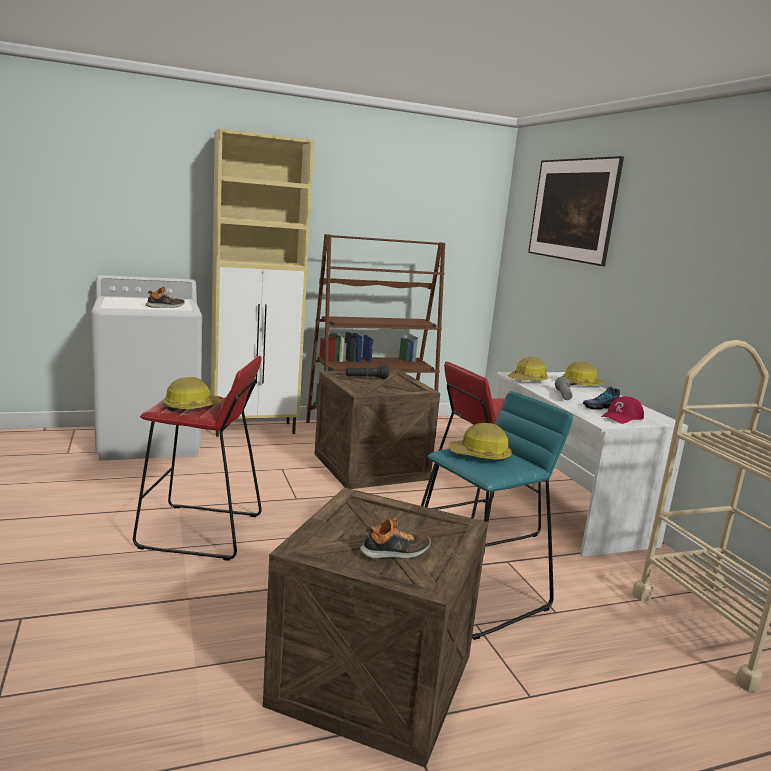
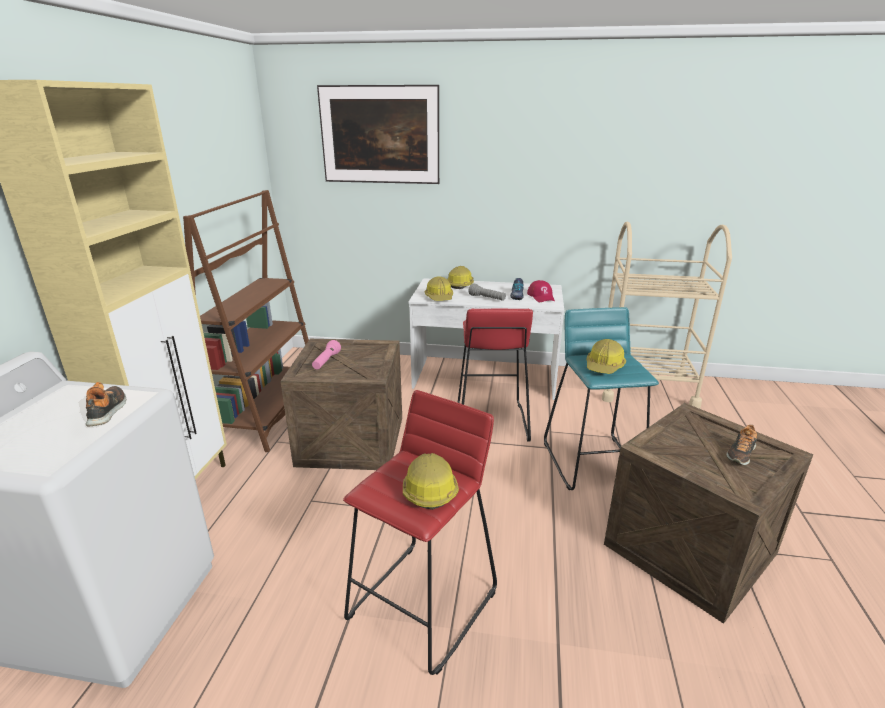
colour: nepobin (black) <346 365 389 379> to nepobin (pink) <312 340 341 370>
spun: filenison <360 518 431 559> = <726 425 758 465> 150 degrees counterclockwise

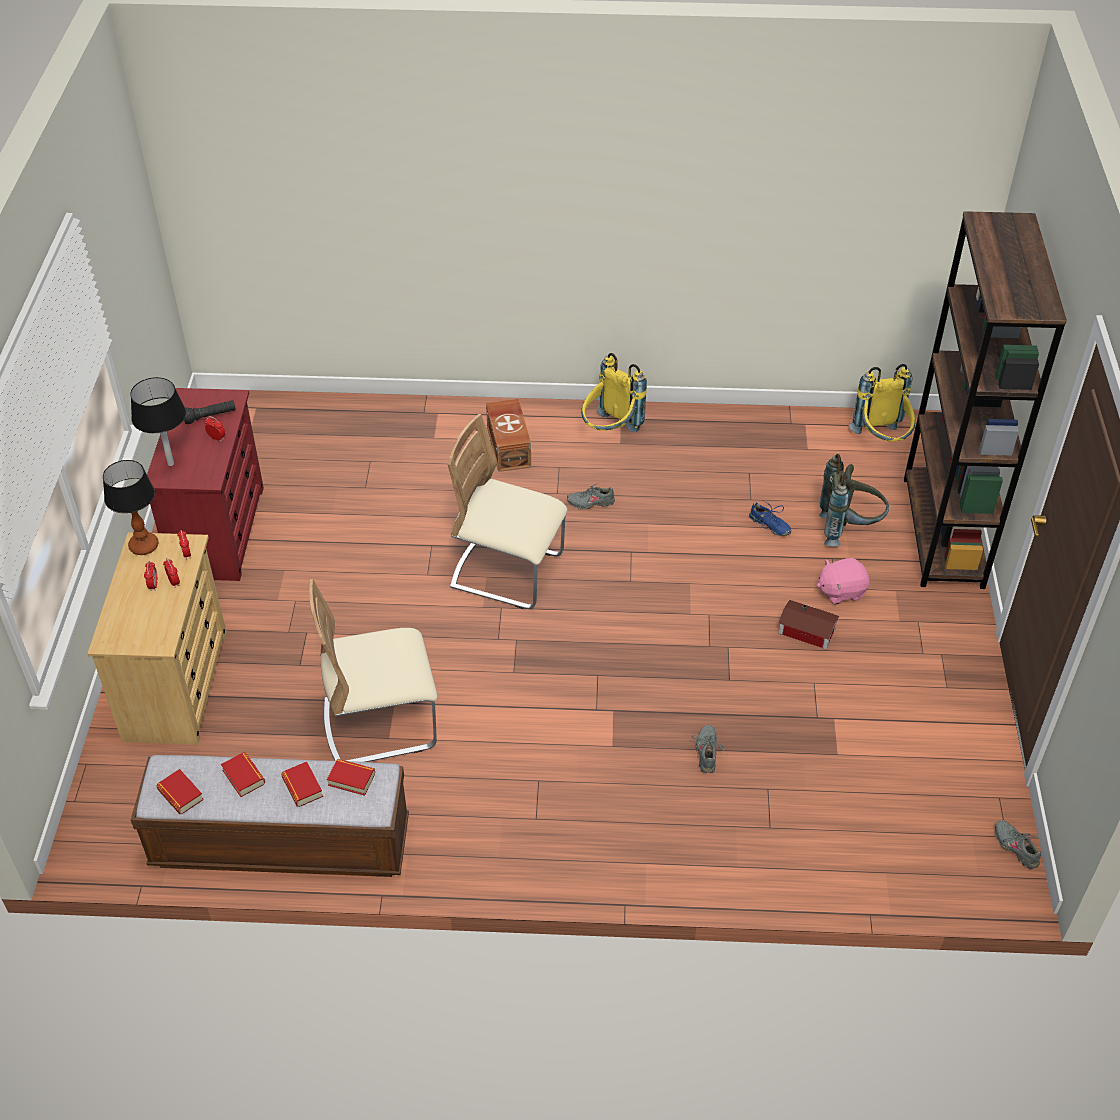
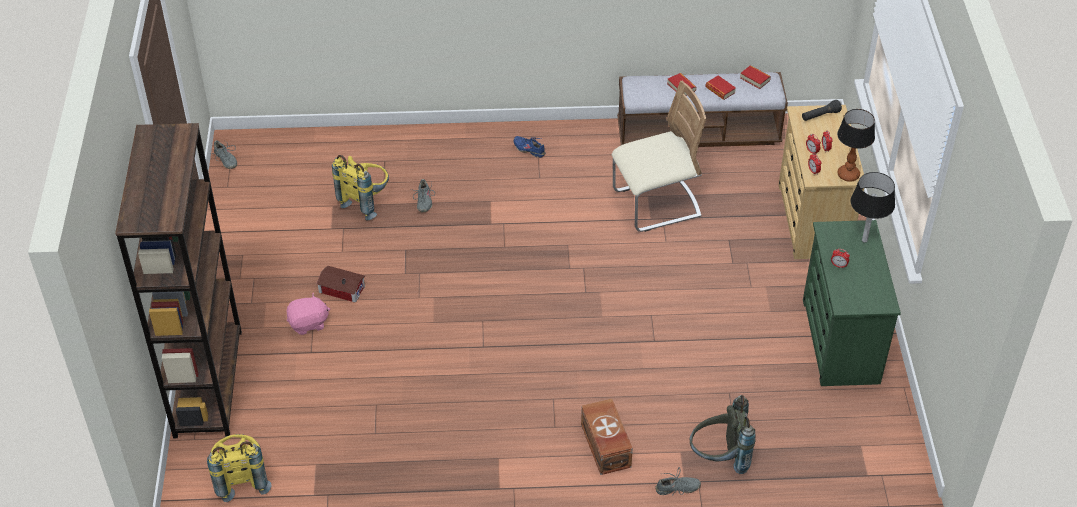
missing: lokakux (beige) <447 414 568 609>; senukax <327 759 375 796>
relocated: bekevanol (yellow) <581 353 647 432> to <332 155 389 221>; nepobin (black) <184 400 236 425> to <802 100 842 121>; bekevanol (grey) <819 454 889 546> to <690 395 756 474>; filenison (grey) <567 483 615 509> to <655 467 701 496>; filenison (blue) <749 501 792 536> to <513 136 546 158>
colour: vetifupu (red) <147 388 264 581> to vetifupu (green) <803 220 901 386>

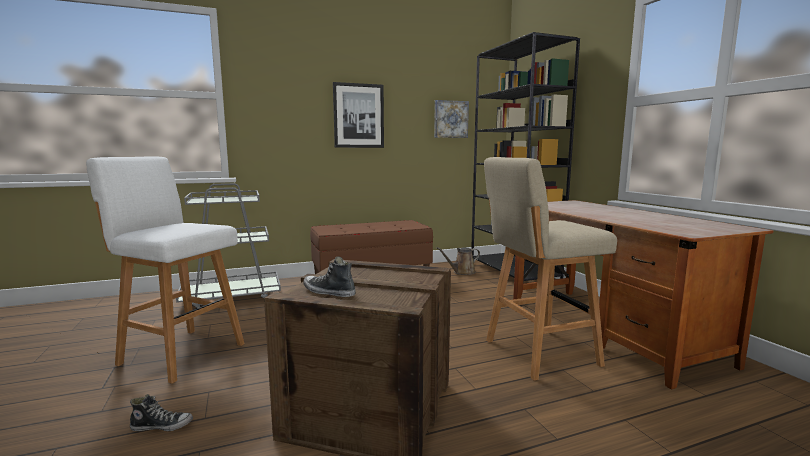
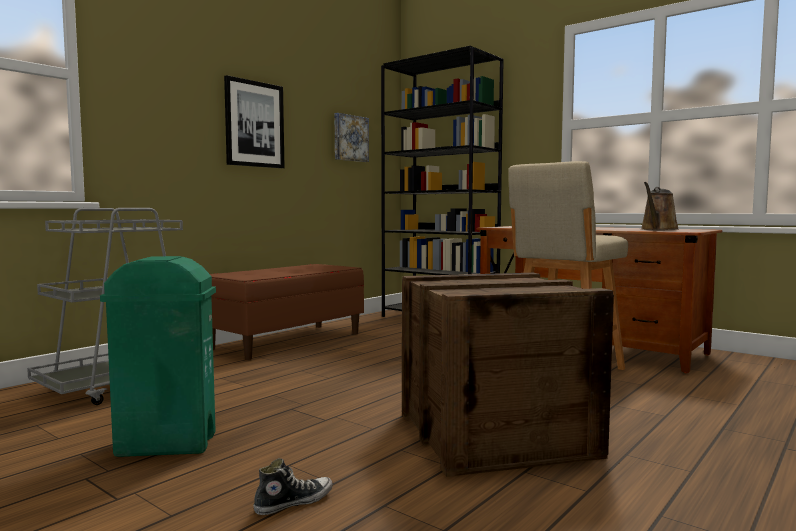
missing: filenison <303 256 356 297>
relocated: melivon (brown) <437 247 480 275> to <641 182 678 230>
exchanged: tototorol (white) <86 156 245 384> to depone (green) <100 256 216 457>

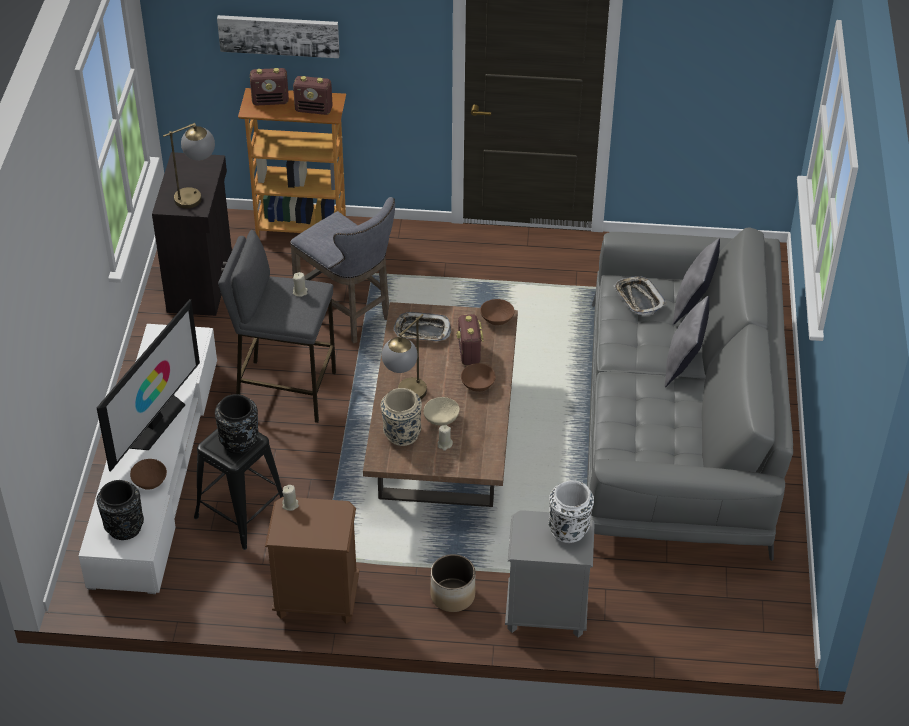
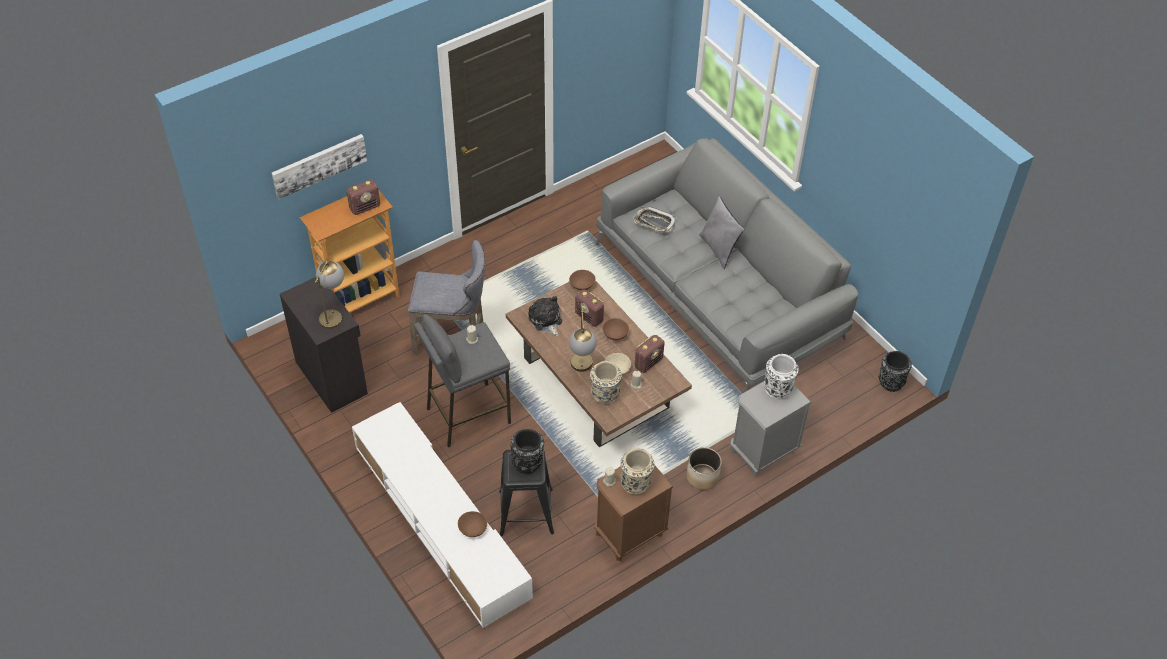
missing: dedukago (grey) <673 238 720 325>; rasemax <97 299 200 472>
appeared: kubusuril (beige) <620 448 654 495>
relocated: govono <250 68 289 105> to <635 335 664 373>; kubusuril (black) <97 480 144 540> to <879 351 912 392>
exchanged: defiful <394 312 451 342> to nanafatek <528 296 562 336>

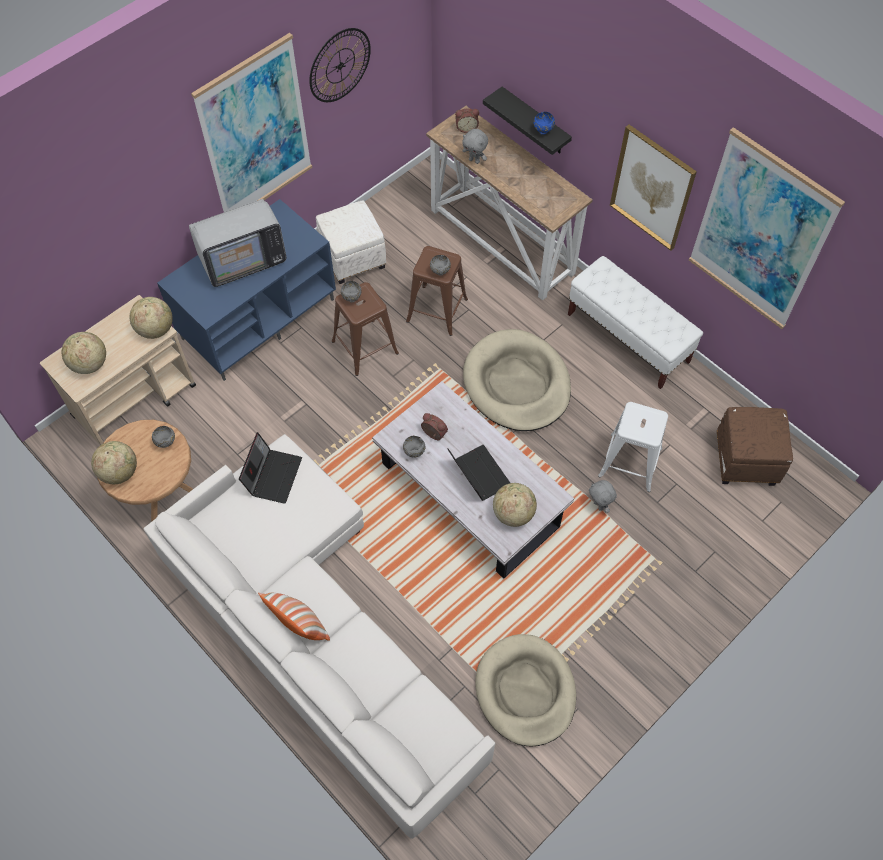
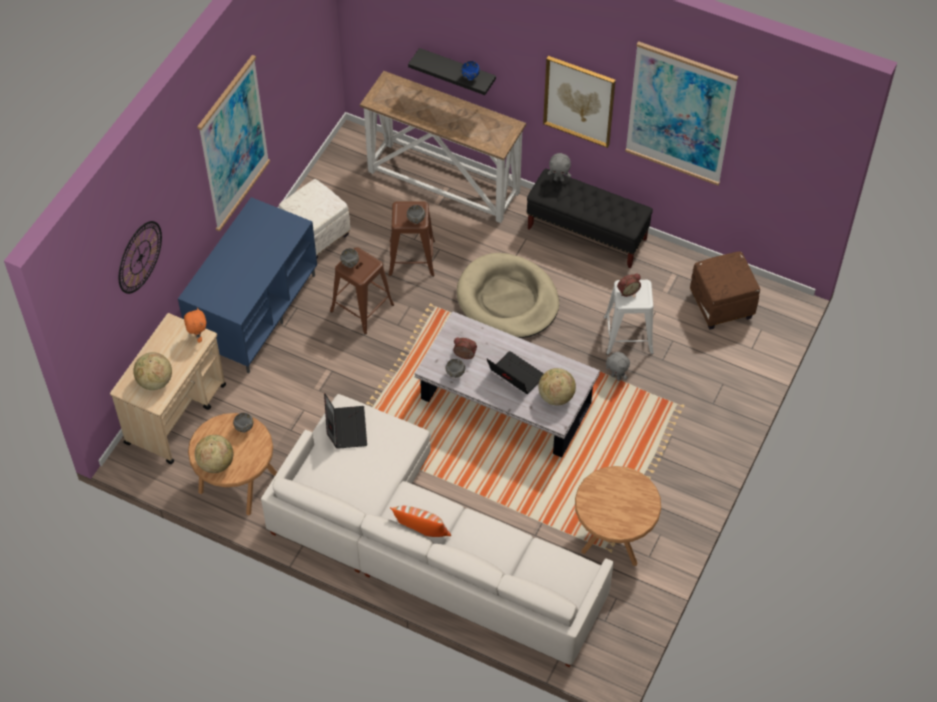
missing: rasemax <189 199 287 287>
relocated: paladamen <309 28 371 102> to <119 221 162 294>; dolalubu <455 108 479 133> to <617 274 641 297>; nanafatek (grey) <462 129 488 164> to <547 153 571 182>
exchanged: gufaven <129 297 173 339> to nanafatek (orange) <184 307 206 343>; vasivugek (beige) <475 634 576 747> to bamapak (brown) <575 466 661 566>
colour: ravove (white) <568 256 703 389> to ravove (black) <526 169 653 268>

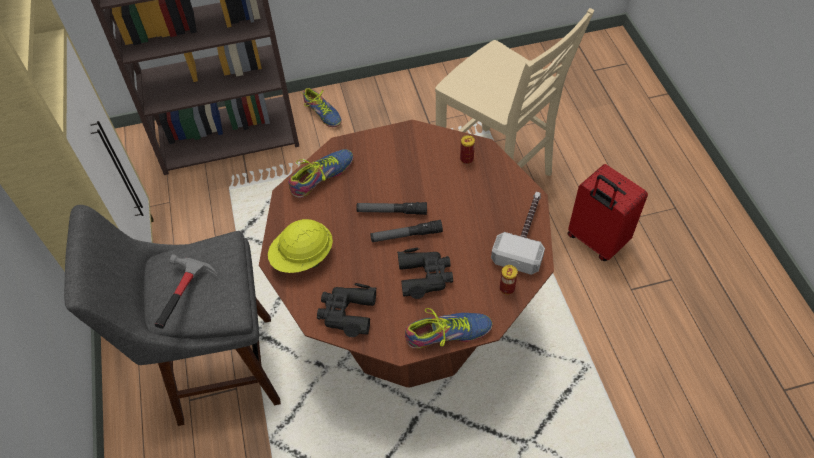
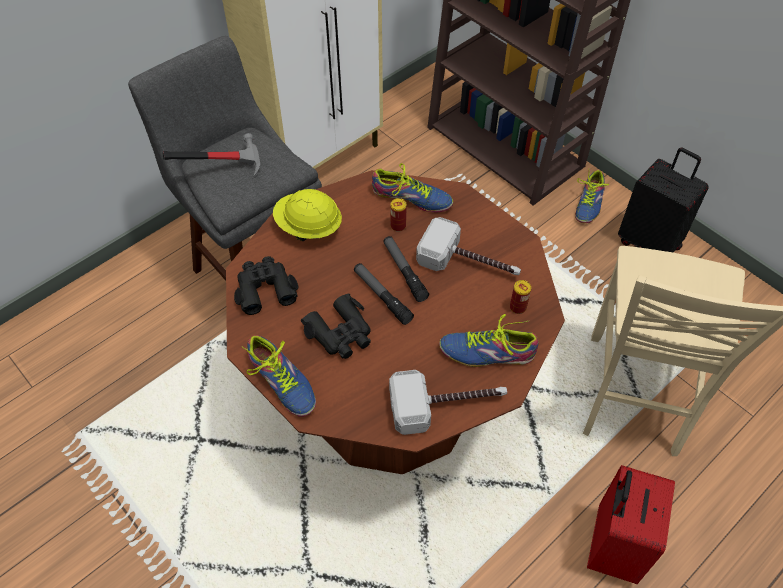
appeared: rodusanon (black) <618 147 709 252>; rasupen <416 217 521 275>; filenison <439 314 538 367>
relocated: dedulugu <500 265 518 295> to <390 198 407 232>

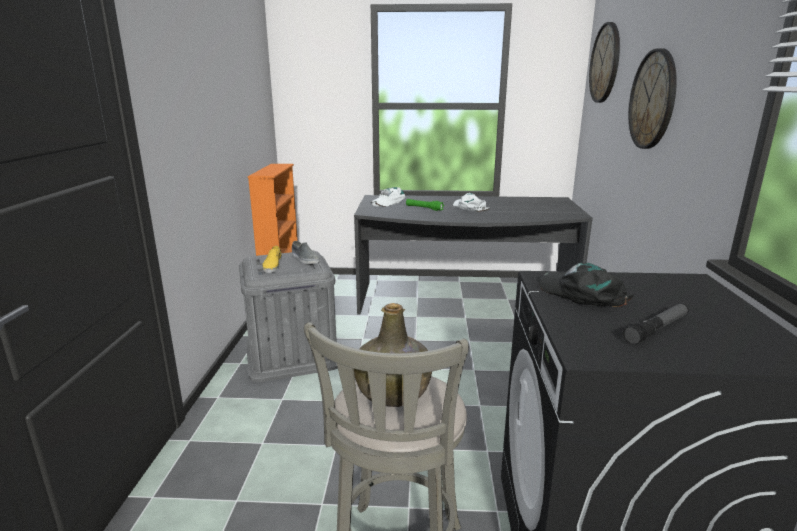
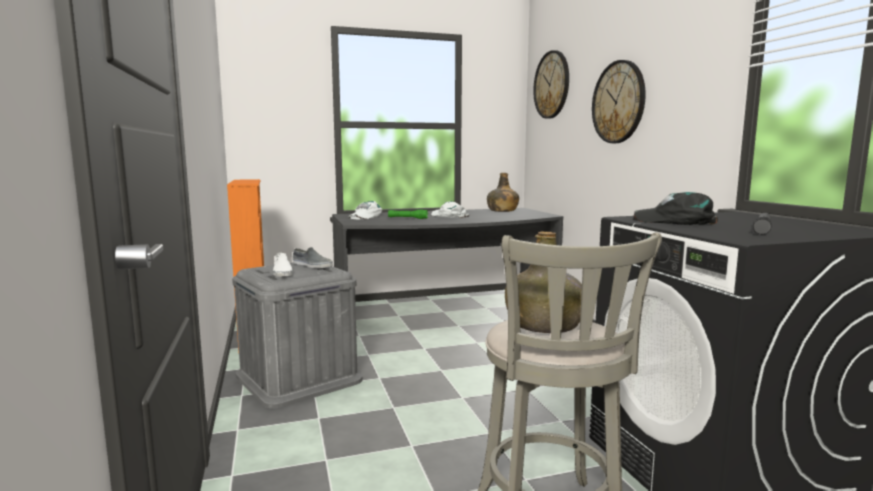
appeared: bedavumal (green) <487 173 519 212>
colour: filenison (yellow) <262 246 282 273> to filenison (white) <273 252 293 277>

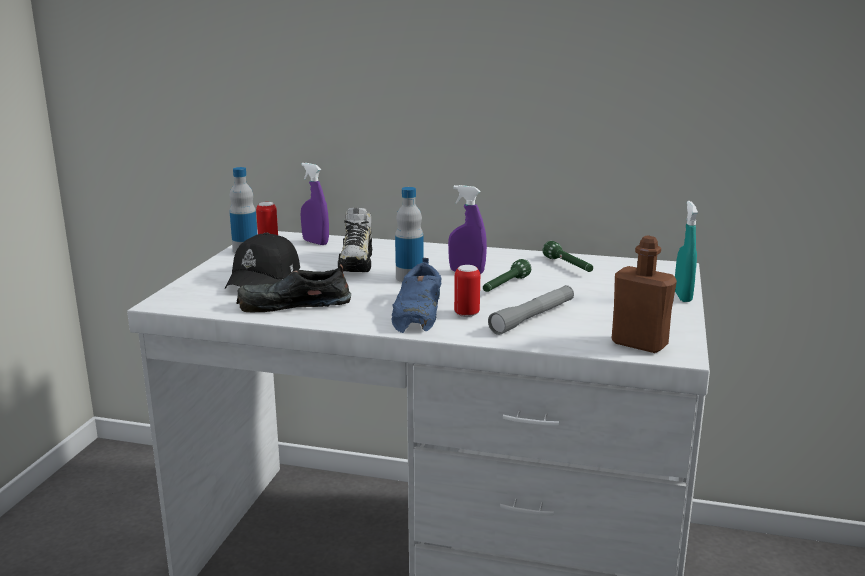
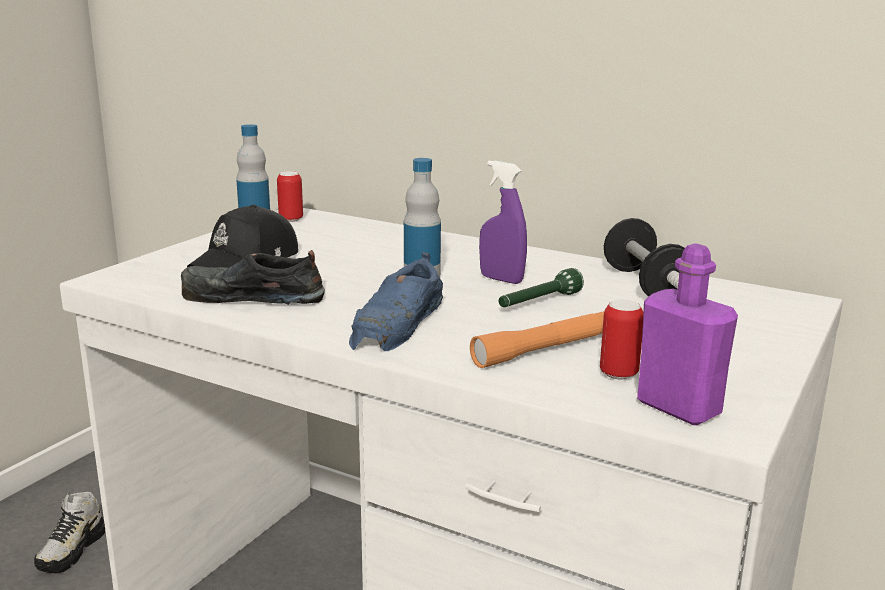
missing: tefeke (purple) <301 163 329 245>; tefeke (turquoise) <675 201 698 302>
relocated: filenison <338 207 372 272> to <34 492 105 573>; dedulugu <454 265 480 317> to <600 299 643 379>
exchanged: nepobin (green) <543 241 593 272> to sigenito <604 218 685 297>
colour: bedavumal (brown) <612 236 677 353> to bedavumal (purple) <637 244 738 425>; nepobin (grey) <488 285 574 335> to nepobin (orange) <470 311 604 368>

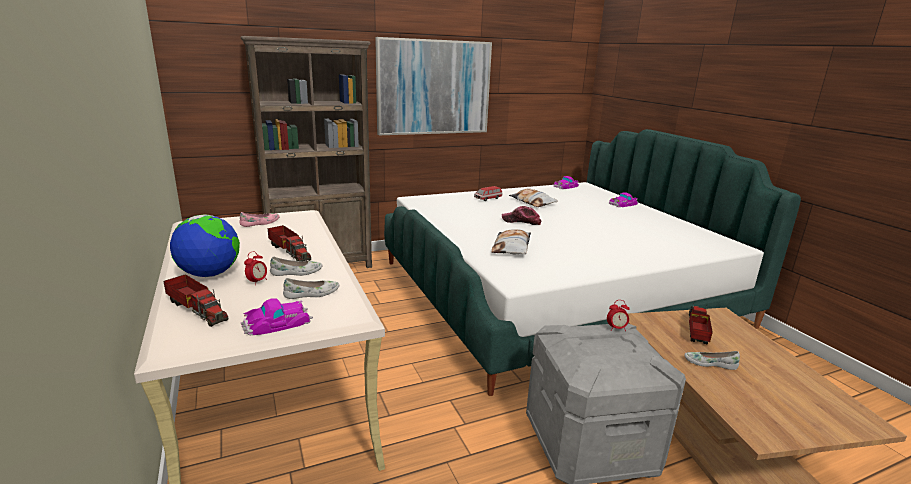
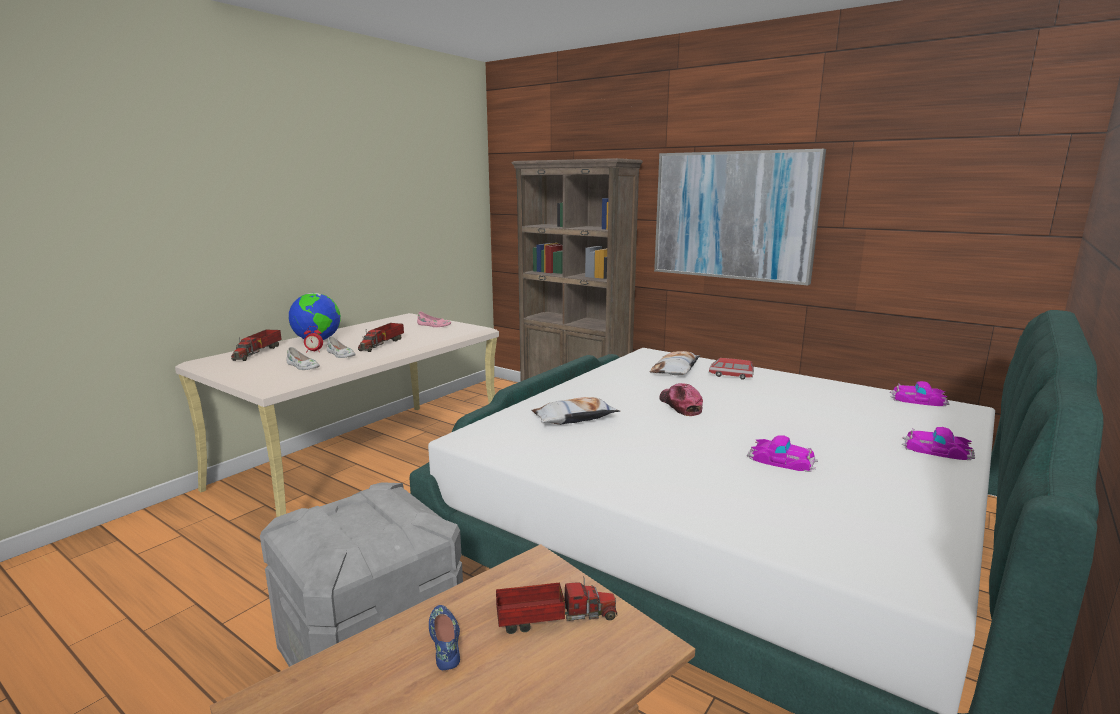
missing: dolalubu <607 300 630 331>
relocated: dedukago <509 188 558 207> to <649 351 700 375>; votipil <241 298 313 335> to <747 435 818 472>
colour: filenison (white) <684 351 740 370> to filenison (blue) <429 605 460 670>

